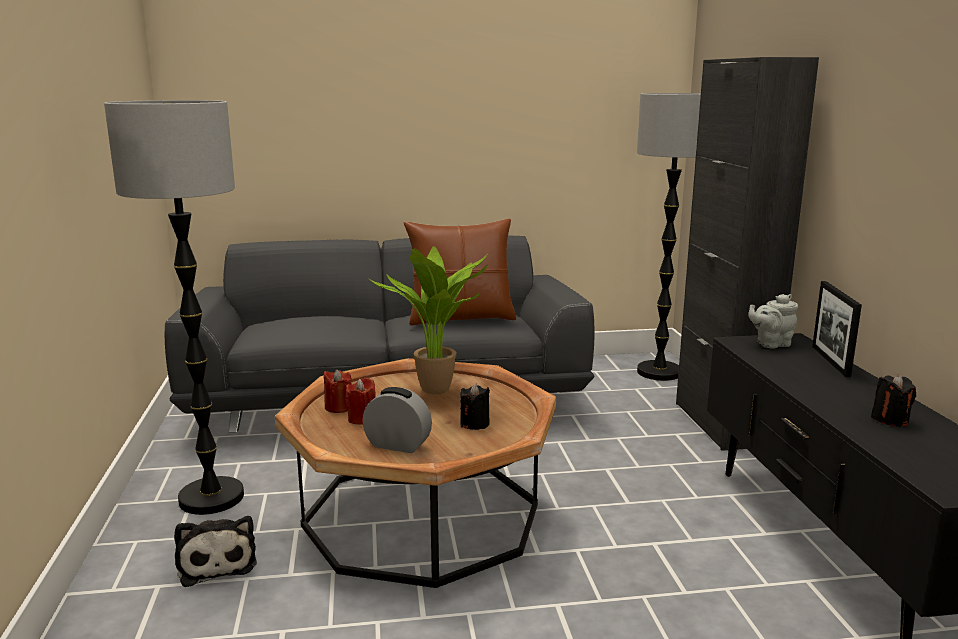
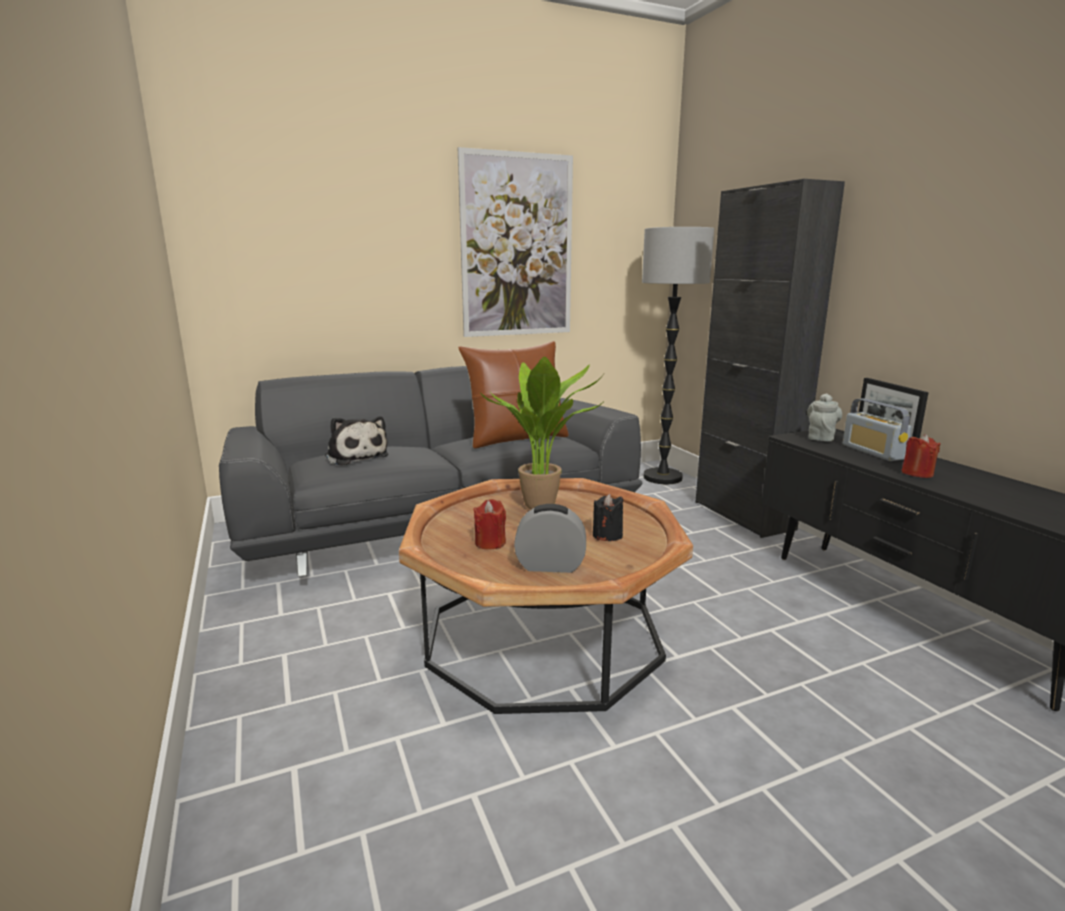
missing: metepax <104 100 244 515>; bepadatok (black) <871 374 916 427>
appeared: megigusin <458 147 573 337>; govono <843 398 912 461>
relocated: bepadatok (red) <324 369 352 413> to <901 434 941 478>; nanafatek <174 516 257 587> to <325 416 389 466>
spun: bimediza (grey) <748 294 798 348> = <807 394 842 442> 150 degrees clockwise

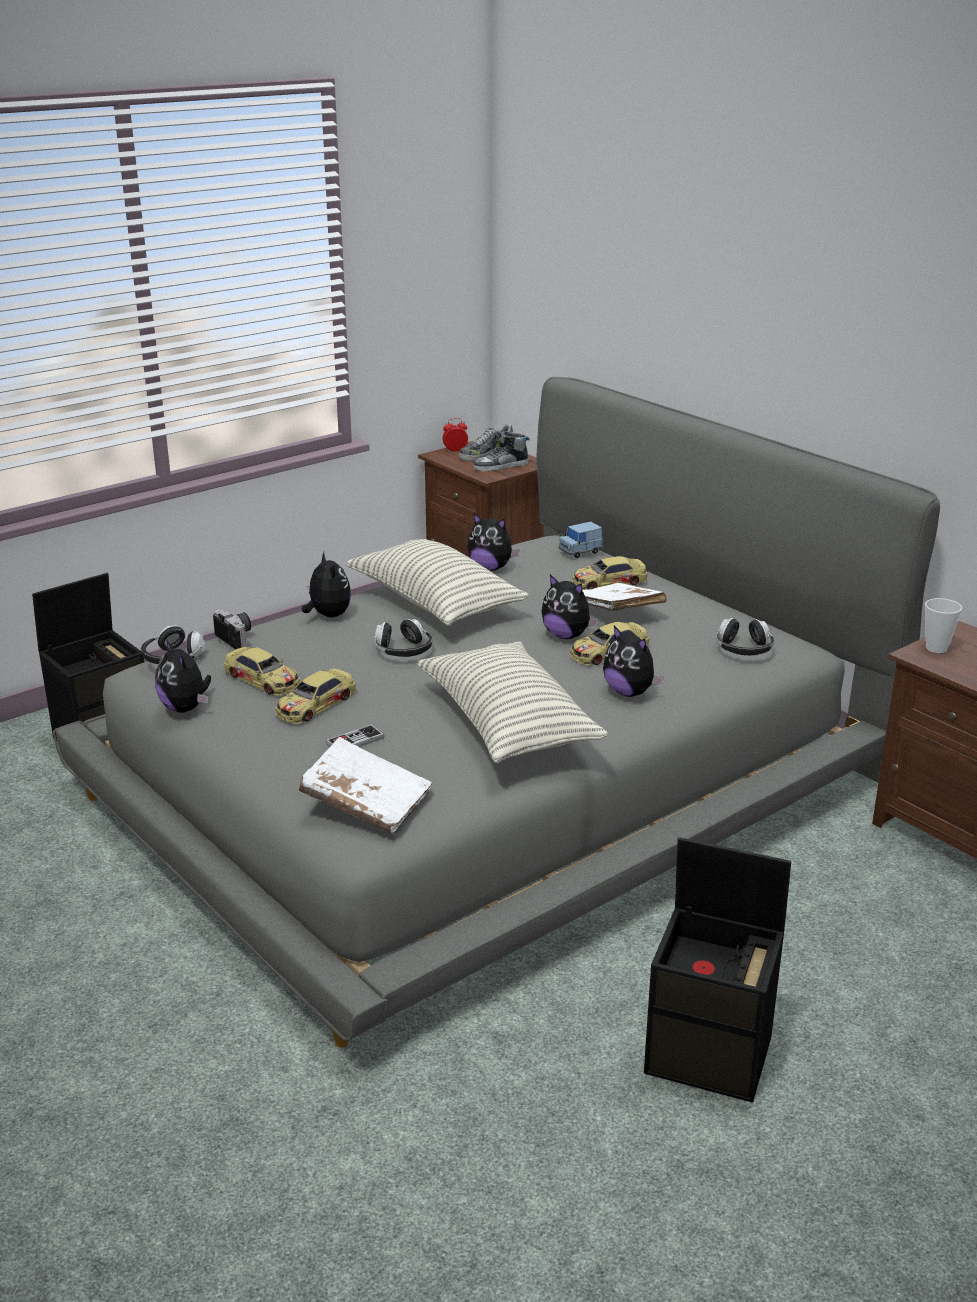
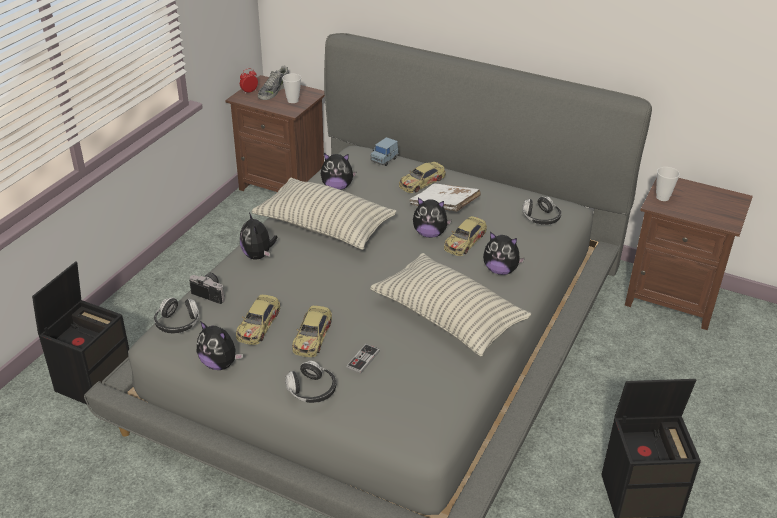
missing: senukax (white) <299 737 432 834>
relocated: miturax <374 619 433 657> to <285 361 337 403>
exchanged: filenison <473 431 530 472> to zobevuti <282 73 301 103>
spun: nanafatek <302 552 351 617> = <240 212 277 260> 150 degrees counterclockwise; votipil <224 647 300 695> = <236 295 280 345> 90 degrees clockwise

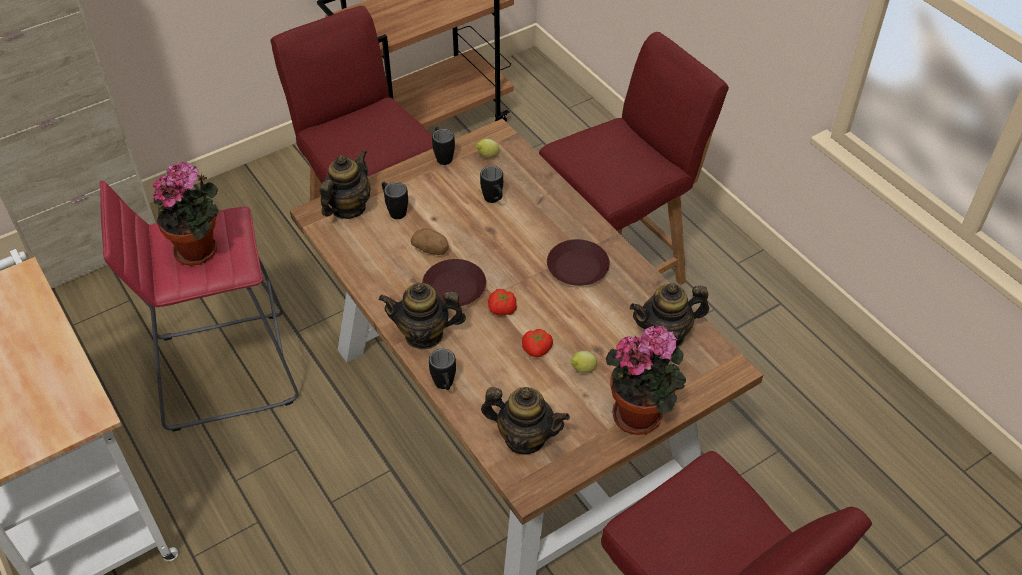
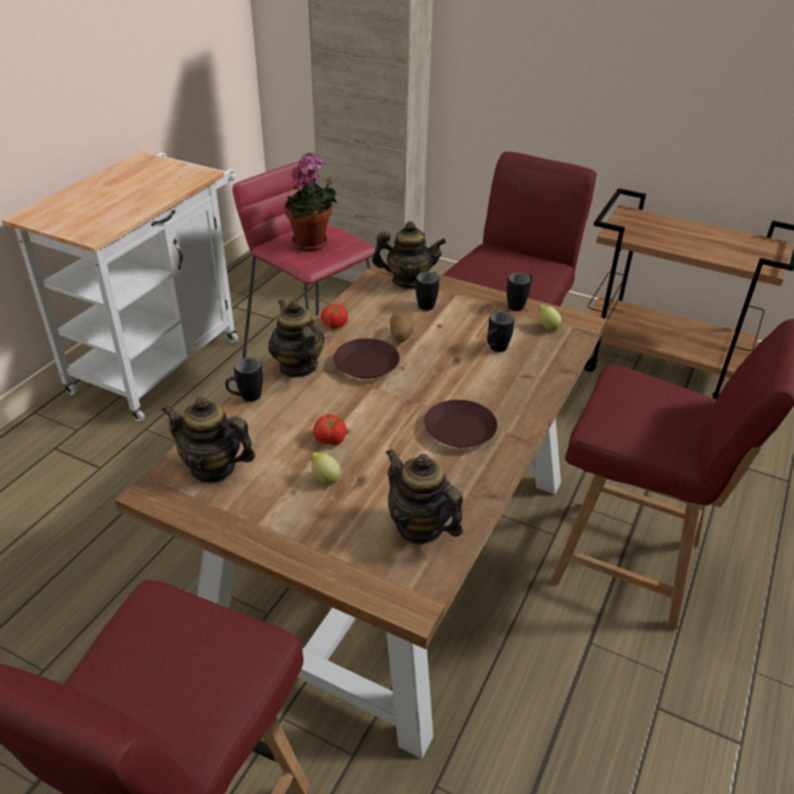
missing: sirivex <606 325 686 435>
relocated: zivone <488 289 517 316> to <321 303 348 329>
spun: bimediza <481 387 570 454> = <162 397 255 483> 120 degrees clockwise

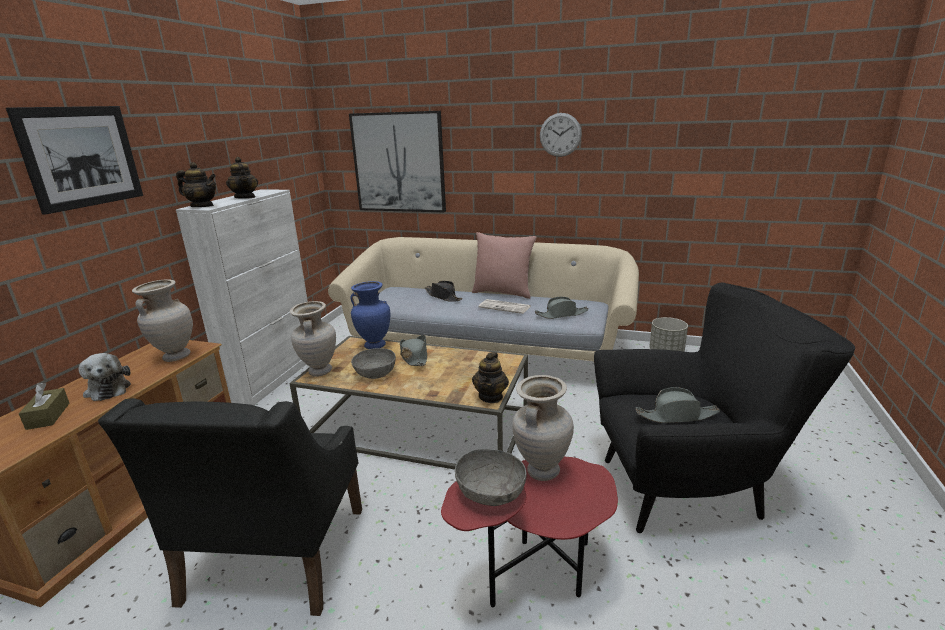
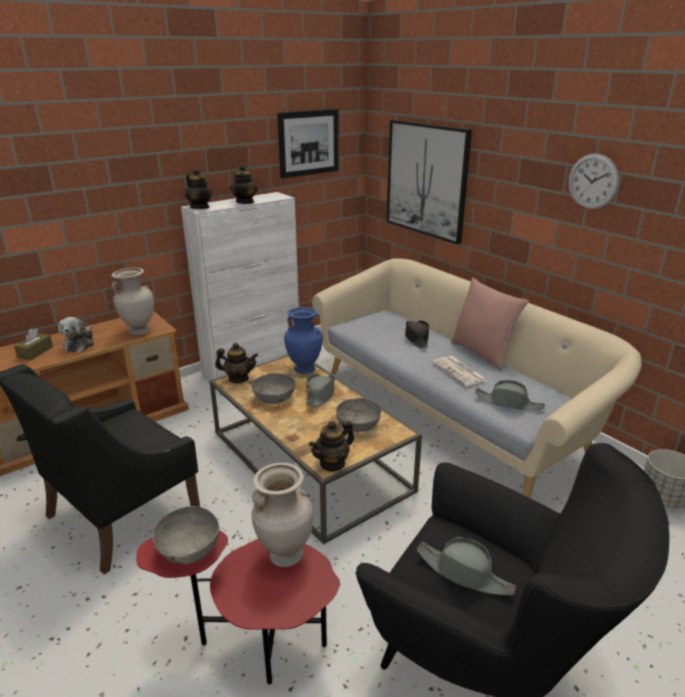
appeared: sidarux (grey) <336 398 381 432>
relocated: megigusin <6 106 143 215> to <277 109 338 178>
exchanged: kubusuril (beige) <290 301 336 377> to bimediza <215 343 258 383>

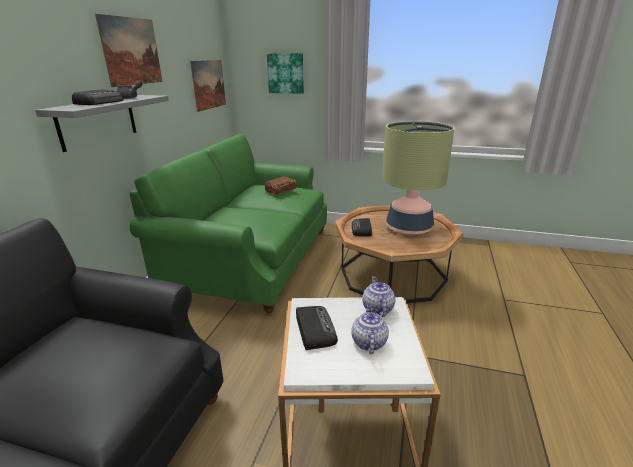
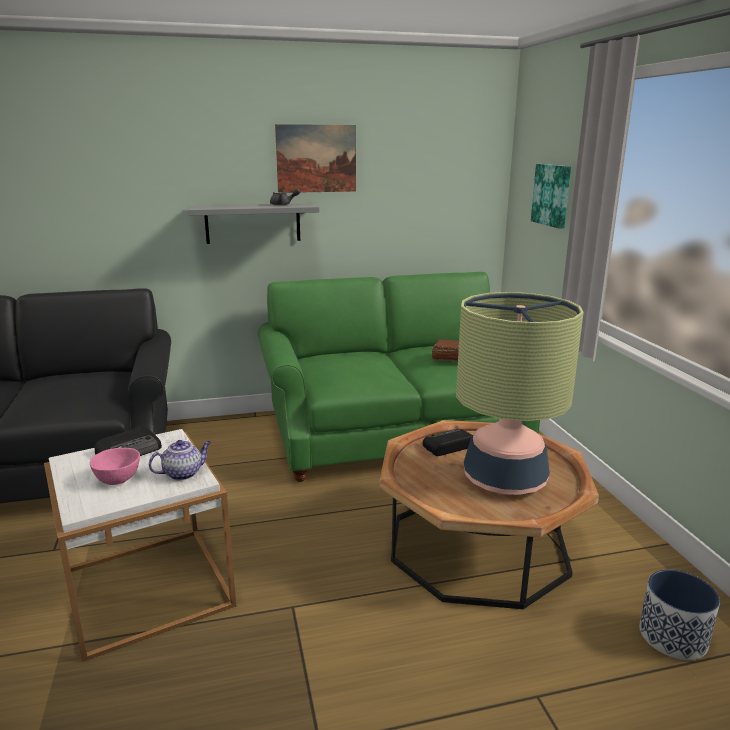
missing: megigusin <190 60 226 112>; govono <72 89 124 105>
appeared: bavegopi <639 570 720 660>
exchanged: bimediza <351 304 389 354> to sidarux (pink) <90 448 140 485>

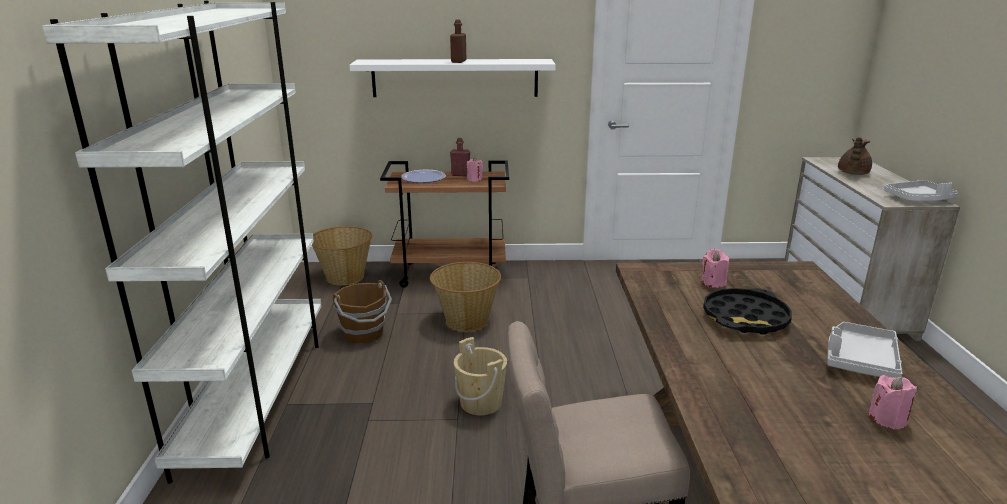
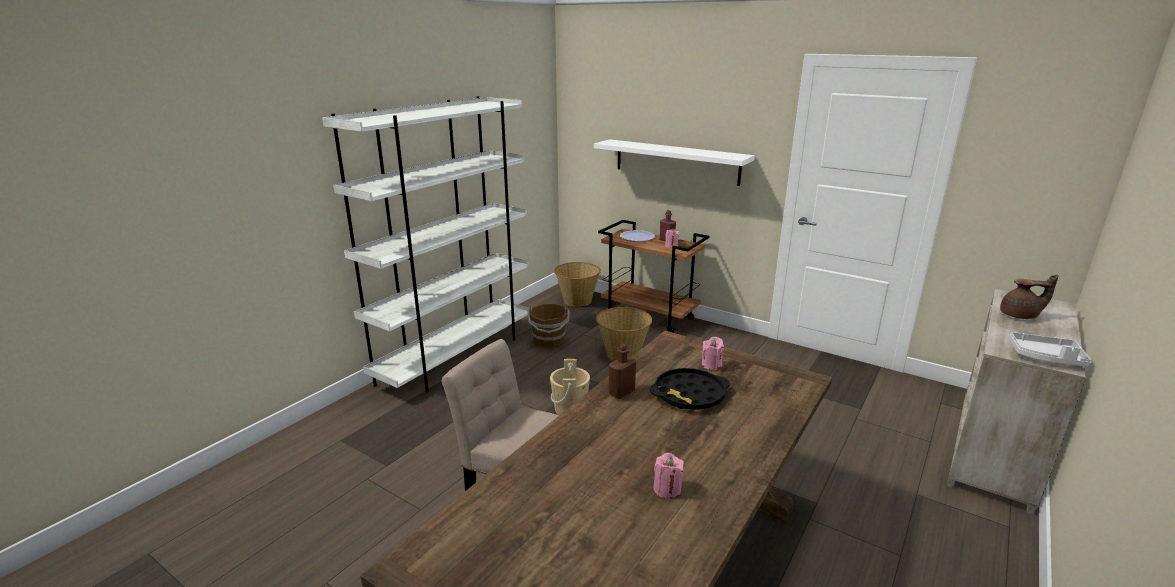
missing: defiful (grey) <827 322 902 378>
relocated: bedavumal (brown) <450 19 466 63> to <609 344 636 399>
spun: bimediza (brown) <838 137 872 175> = <1000 275 1058 319> 150 degrees counterclockwise

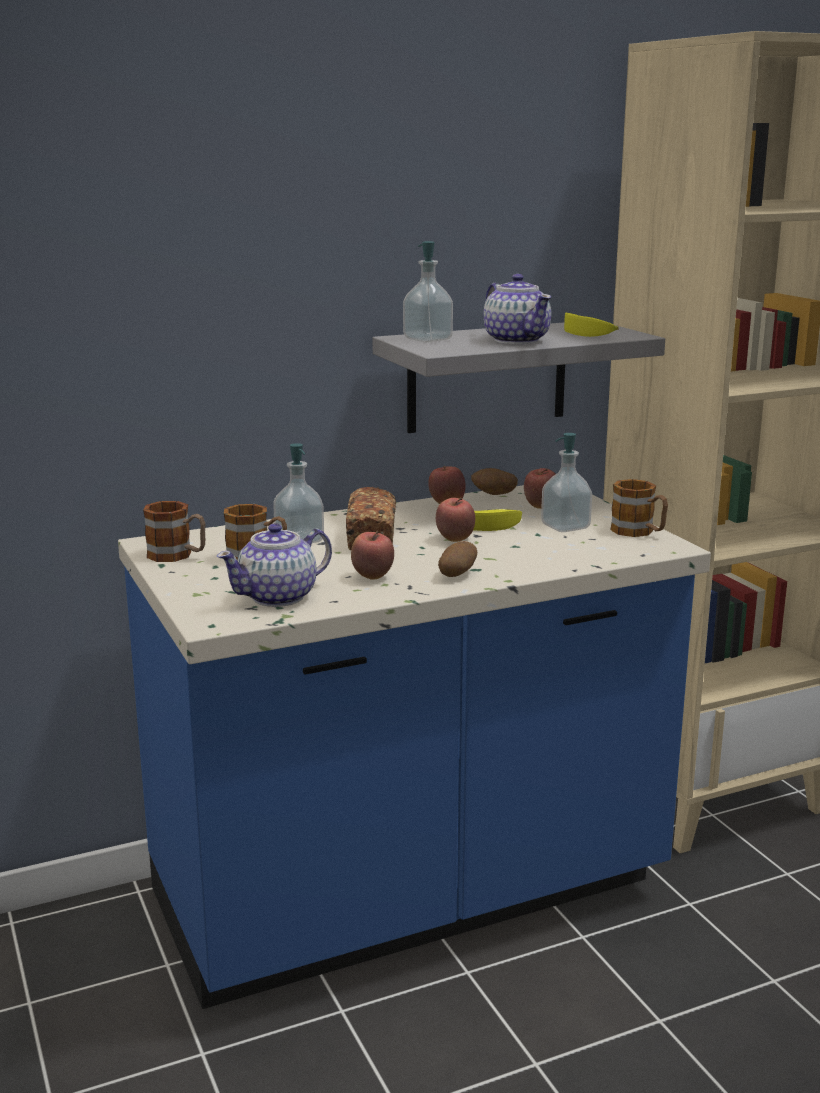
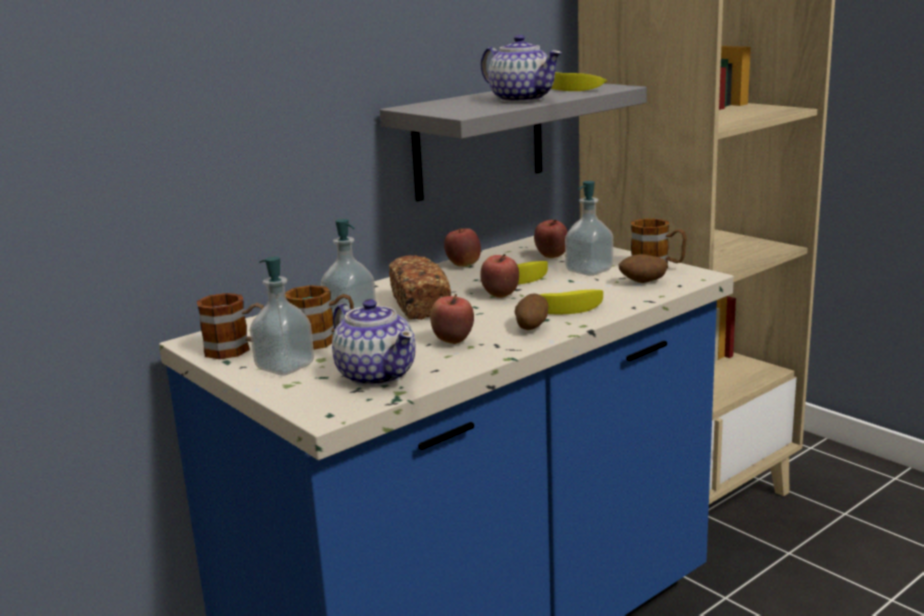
appeared: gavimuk <539 290 603 314>
relocated: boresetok <403 241 453 343> to <250 257 314 375>; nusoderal <471 468 518 495> to <619 254 667 283>
spun: bimediza <217 523 332 607> = <332 299 416 387> 75 degrees counterclockwise

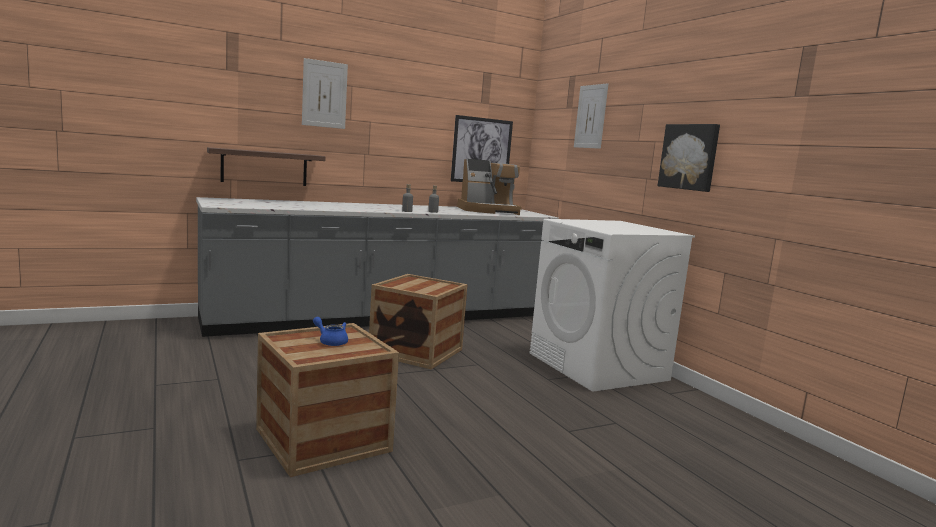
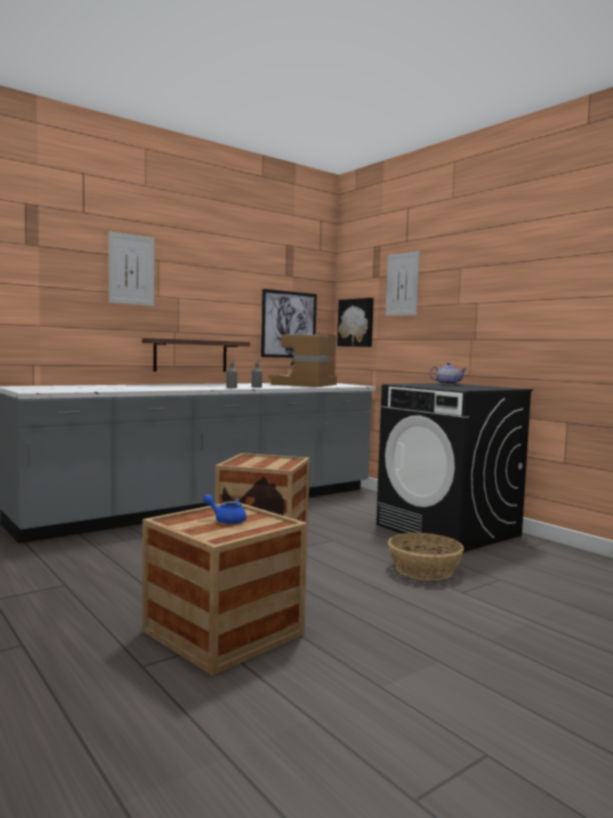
appeared: bimediza <430 363 467 385>; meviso <388 533 464 580>
relocated: megigusin <658 124 720 192> to <337 298 374 347>; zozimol <207 147 325 186> to <142 338 250 372>
colour: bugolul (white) <530 219 695 392> to bugolul (black) <376 383 533 552>
spun: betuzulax <457 159 521 215> = <269 333 337 387> 135 degrees clockwise

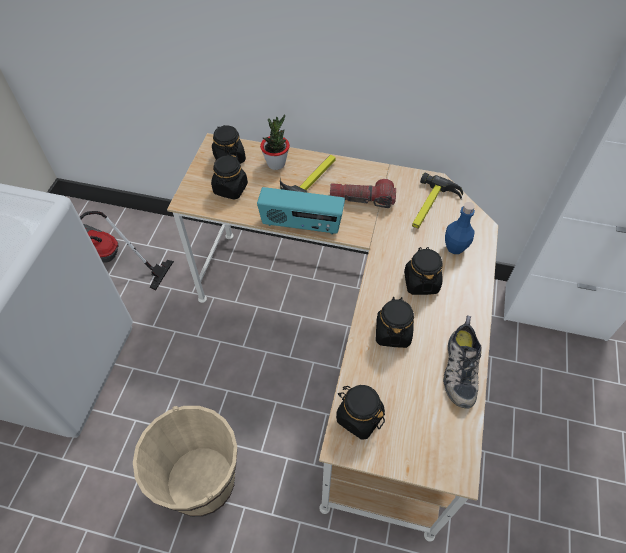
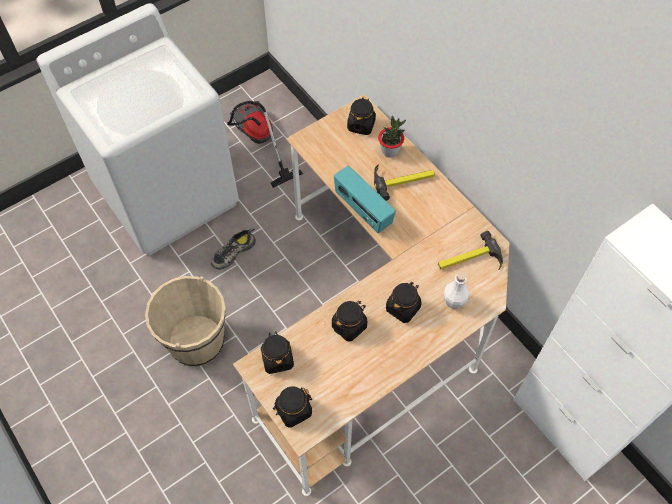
missing: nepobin <330 179 396 208>
relocated: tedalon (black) <211 154 248 200> to <273 386 312 428>; filenison <443 315 482 408> to <211 227 256 270>
colour: bedavumal (blue) <445 202 475 254> to bedavumal (white) <443 272 469 309>

